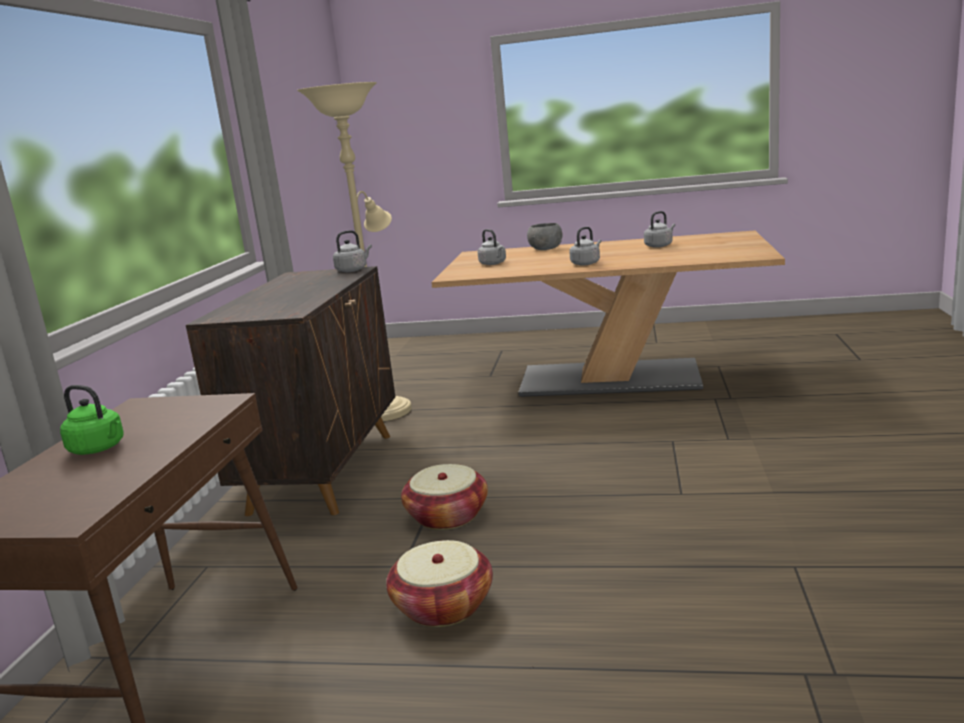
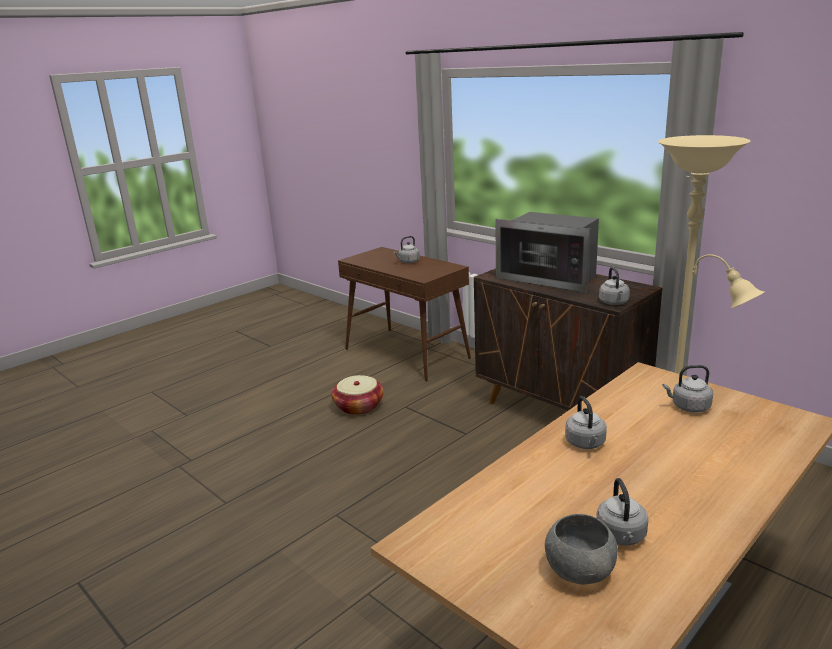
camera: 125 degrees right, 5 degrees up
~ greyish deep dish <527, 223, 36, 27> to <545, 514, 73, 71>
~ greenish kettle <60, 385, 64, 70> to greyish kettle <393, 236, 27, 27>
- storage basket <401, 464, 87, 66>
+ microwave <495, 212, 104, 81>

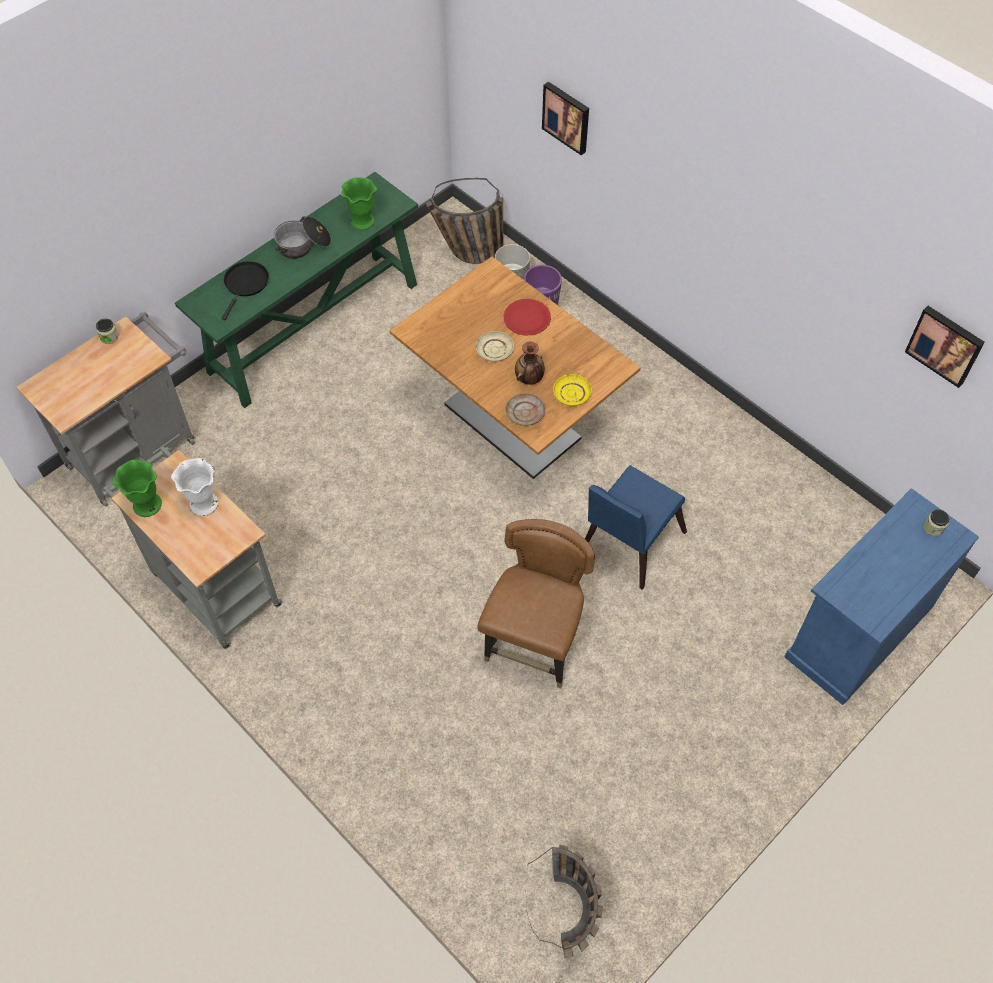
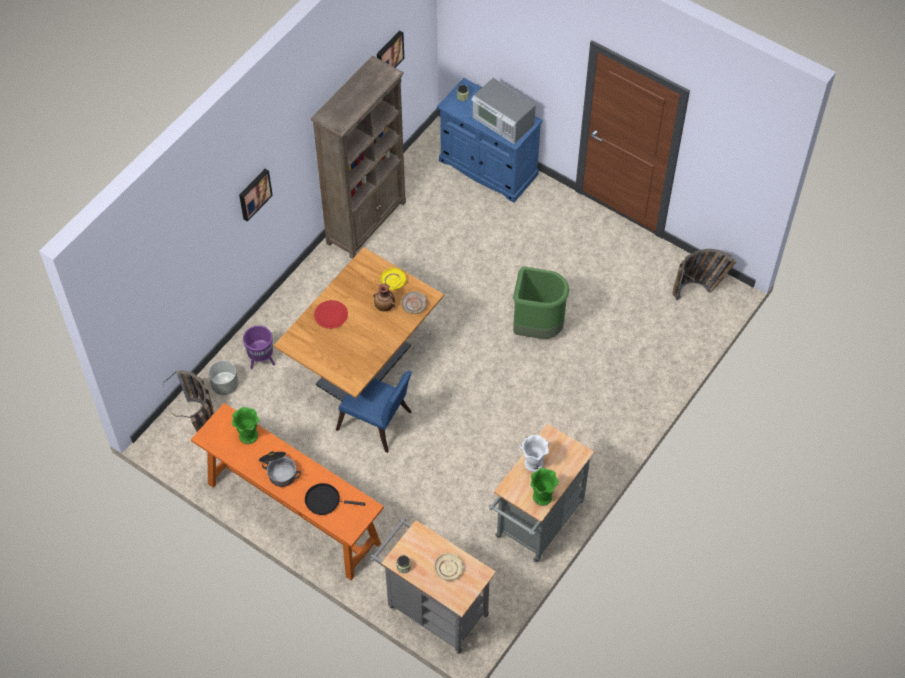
camera: 100 degrees left, 0 degrees up
~ wall picture <542, 82, 47, 73> to <239, 169, 34, 53>
~ greenish hall table <175, 172, 243, 236> to orangey hall table <191, 403, 193, 177>
~ beige plate <476, 331, 38, 31> to <434, 553, 30, 28>
~ blue upright chair <585, 465, 102, 125> to <336, 371, 76, 82>
~ brown upright chair <478, 519, 117, 169> to greenish trash can <513, 267, 56, 72>
+ brown shelving unit <311, 56, 95, 203>
+ microwave <472, 78, 64, 66>

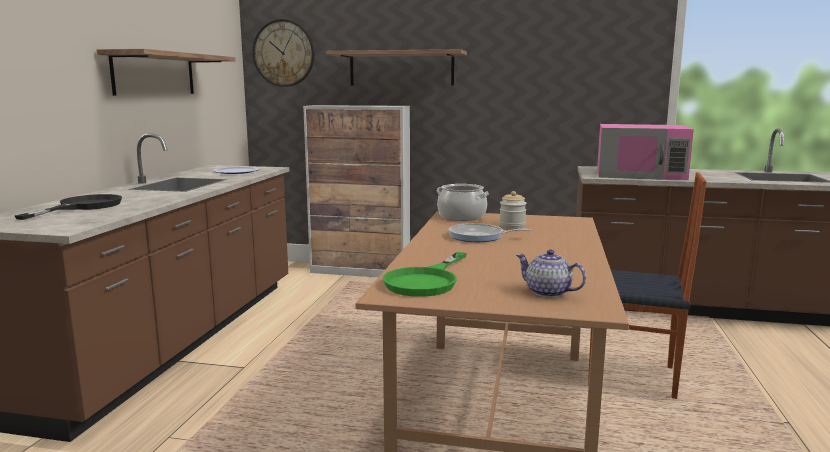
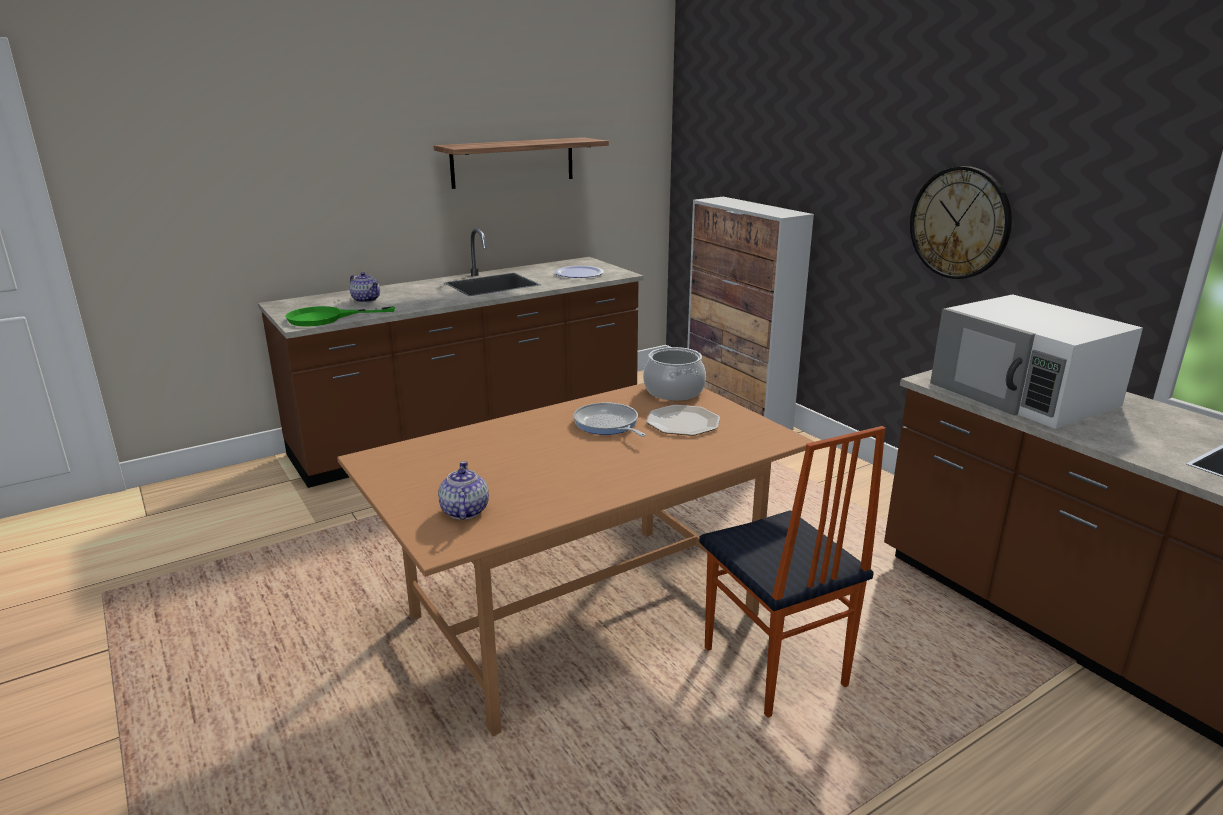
camera: 45 degrees right, 10 degrees up
~ wall clock <252, 19, 63, 68> to <910, 166, 102, 113>
- wall shelf <326, 49, 141, 37>
~ pinkish microwave <597, 124, 97, 56> to white-coloured microwave <930, 294, 213, 135>
~ storage jar <499, 191, 28, 38> to plate <646, 405, 74, 31>
~ black-coloured frying pan <15, 194, 107, 26> to pot for tea <350, 272, 30, 31>
~ greenish frying pan <383, 252, 84, 45> to <286, 306, 109, 21>

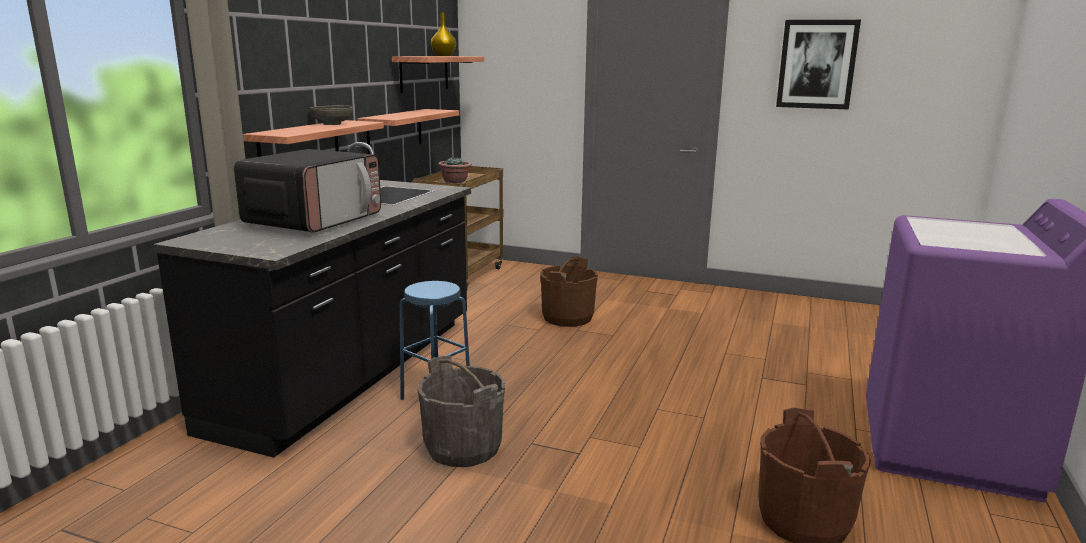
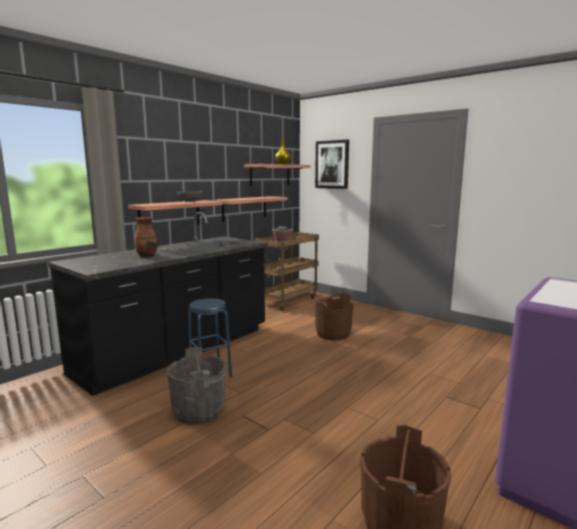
camera: 20 degrees right, 5 degrees down
~ wall picture <776, 20, 85, 90> to <315, 140, 34, 49>
~ microwave <234, 149, 147, 83> to flower vase <135, 217, 23, 40>

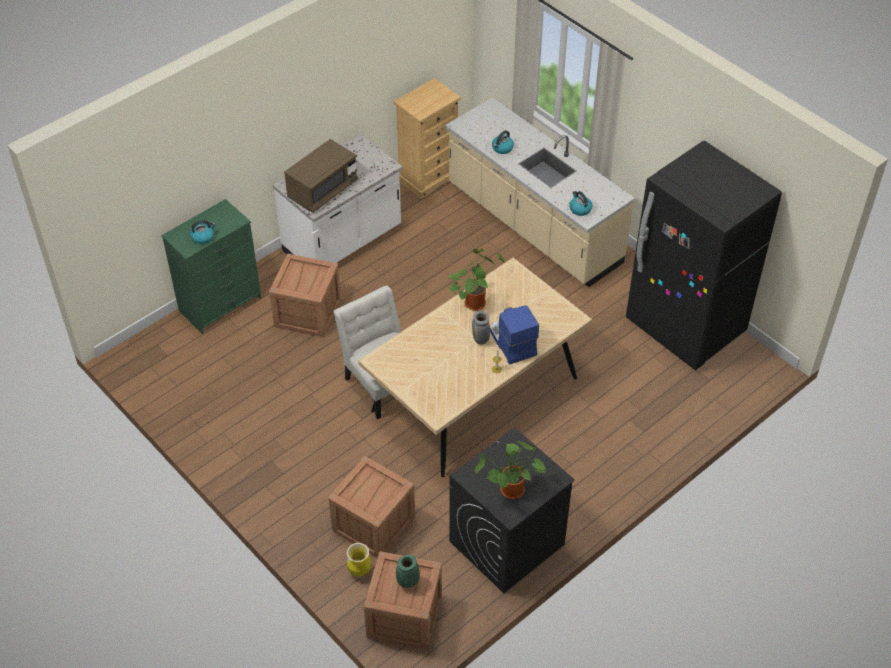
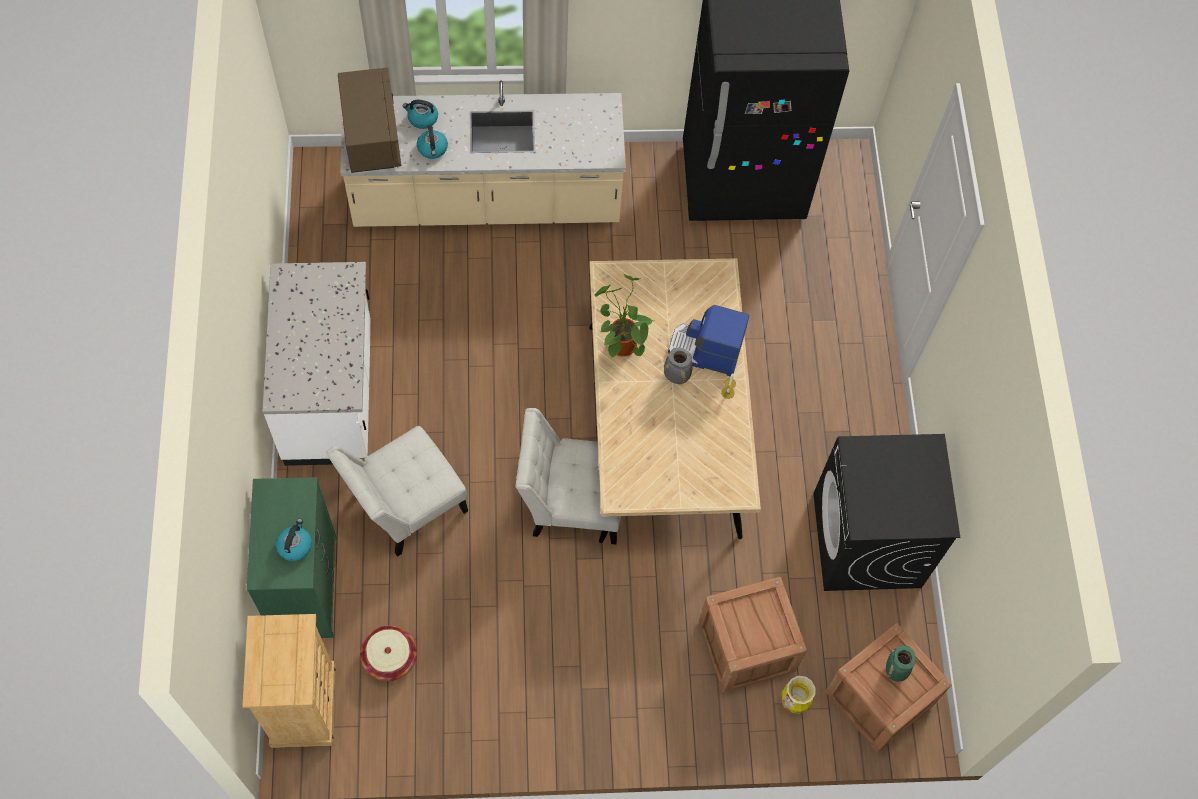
camera: 55 degrees left, 15 degrees up
~ beige drawer chest <393, 78, 68, 121> to <242, 614, 94, 134>
~ brown microwave <284, 139, 74, 74> to <338, 67, 63, 106>
~ kettle <569, 191, 23, 25> to <403, 100, 35, 29>
~ packing crate <269, 254, 72, 83> to white-coloured upright chair <326, 426, 142, 131>
- plant in a pot <475, 441, 70, 58>
+ storage basket <360, 626, 57, 55>

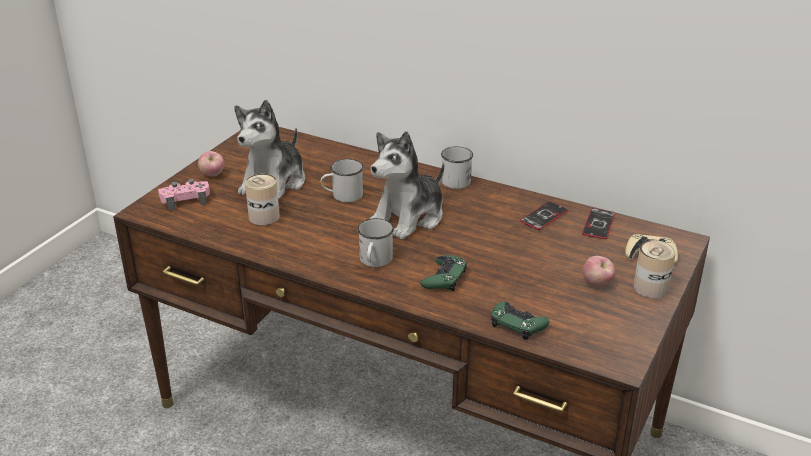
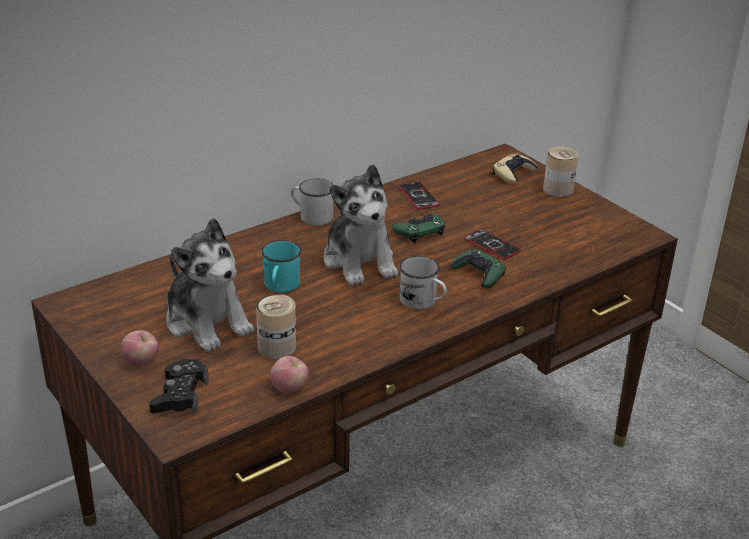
camera: 65 degrees left, 0 degrees up
~ white-coloured coffee mug <321, 159, 43, 43> to turquoise-coloured coffee mug <262, 240, 39, 53>
~ pinkish gamepad <158, 179, 52, 31> to black-coloured gamepad <149, 359, 60, 55>
~ telephone <582, 208, 33, 31> to <464, 229, 57, 31>
~ apple fruit <583, 256, 32, 30> to <270, 356, 39, 37>
~ greenish gamepad <491, 302, 59, 38> to <392, 214, 53, 29>

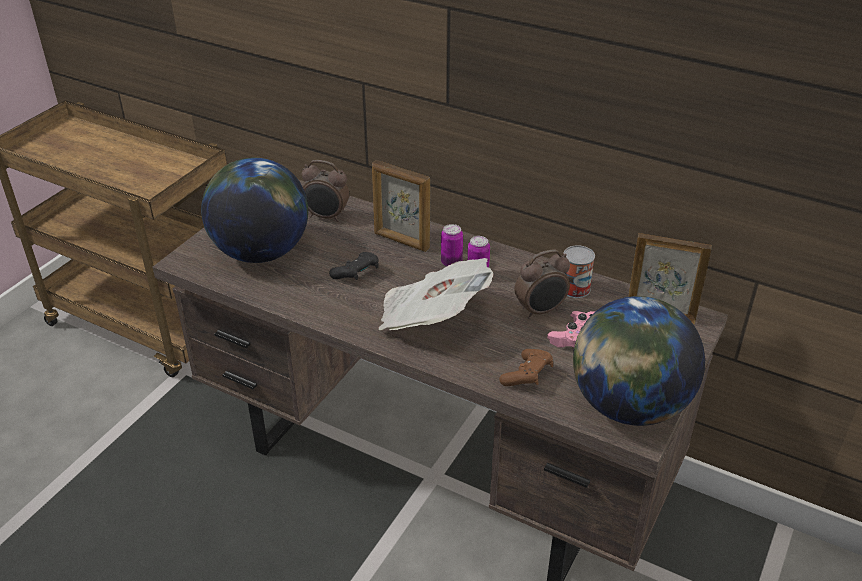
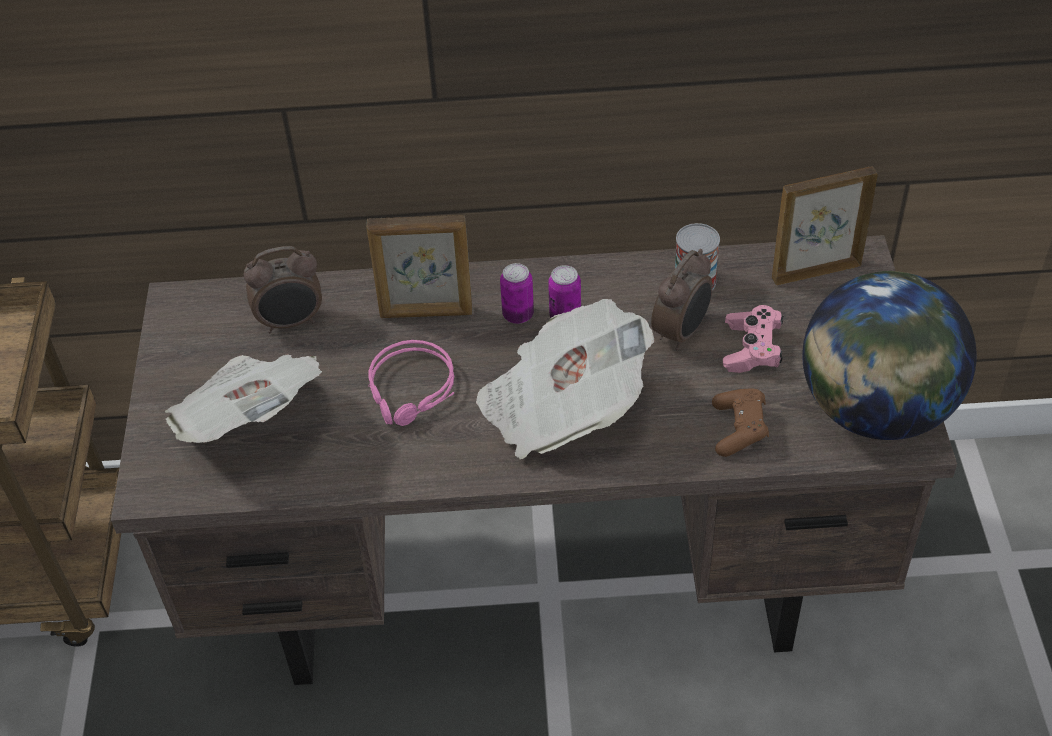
camera: 30 degrees left, 10 degrees up
~ globe <201, 158, 107, 105> to daily paper <165, 354, 157, 89>
~ black-coloured gamepad <329, 252, 50, 28> to pinkish headset <369, 340, 85, 86>

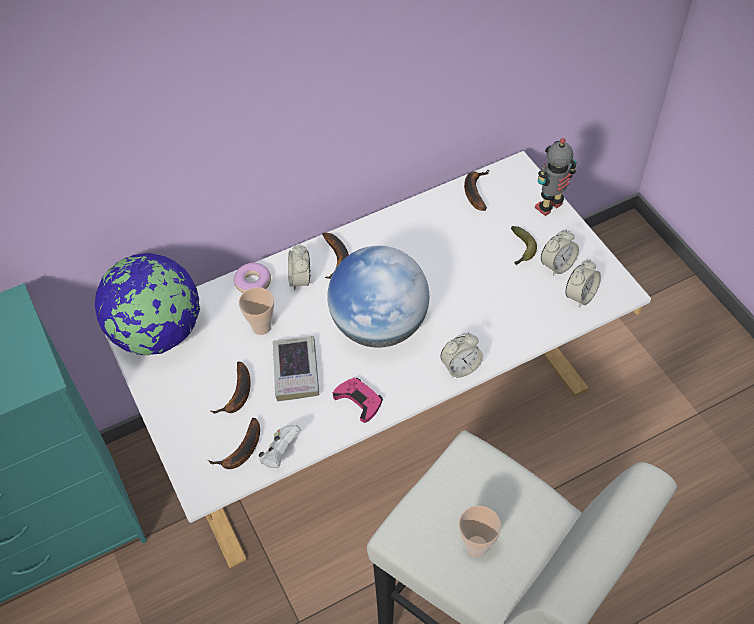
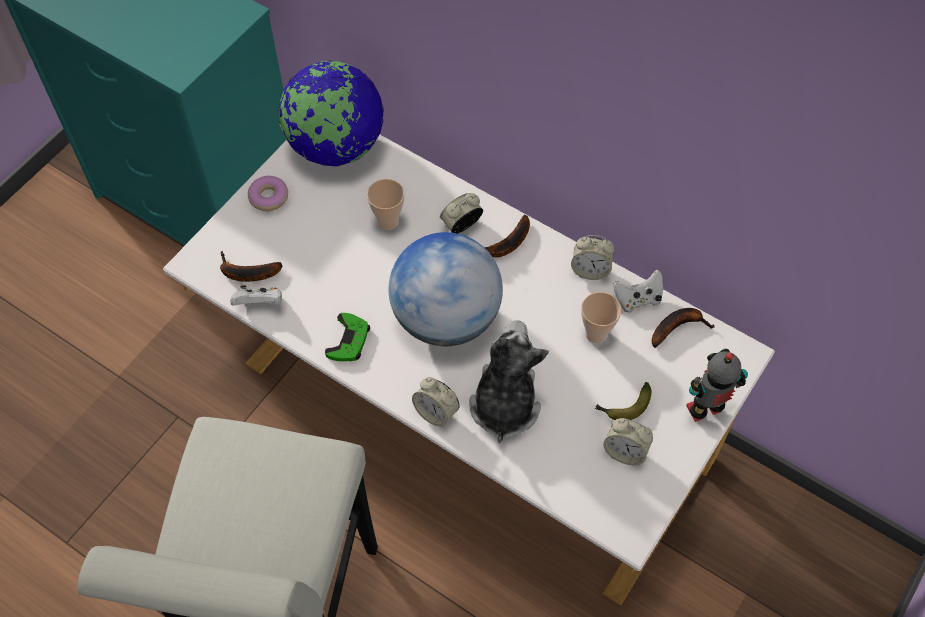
camera: 60 degrees right, 5 degrees up
~ robot figure <535, 138, 41, 78> = <686, 349, 62, 73> 45 degrees counterclockwise
~ table clock <565, 260, 36, 48> to <571, 235, 44, 45>
~ donut <234, 263, 37, 30> to <248, 176, 40, 35>
- book <273, 336, 46, 65>
- banana fruit <211, 362, 39, 52>
~ pinkish gamepad <333, 378, 50, 45> to greenish gamepad <325, 313, 45, 48>
~ drinking cup <459, 506, 42, 51> to <581, 292, 40, 51>
+ white-coloured gamepad <613, 270, 50, 43>
+ plush toy <469, 320, 80, 123>

